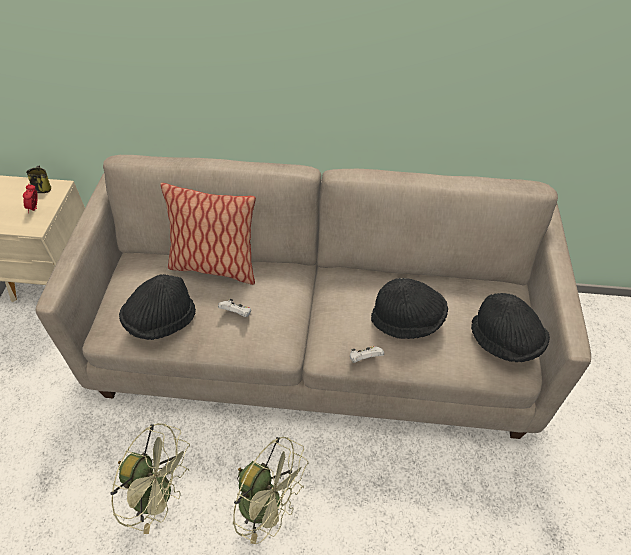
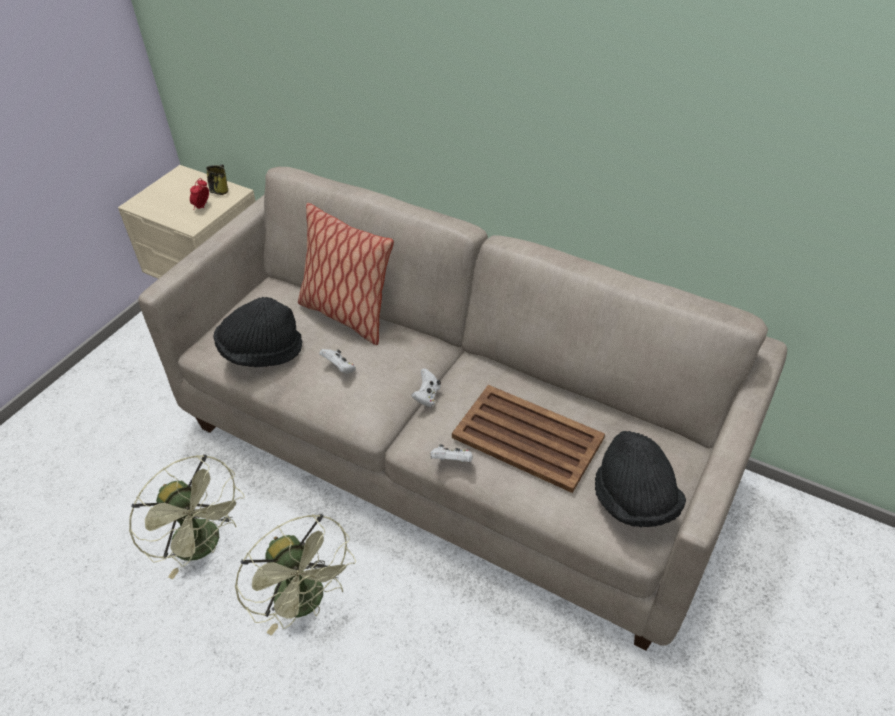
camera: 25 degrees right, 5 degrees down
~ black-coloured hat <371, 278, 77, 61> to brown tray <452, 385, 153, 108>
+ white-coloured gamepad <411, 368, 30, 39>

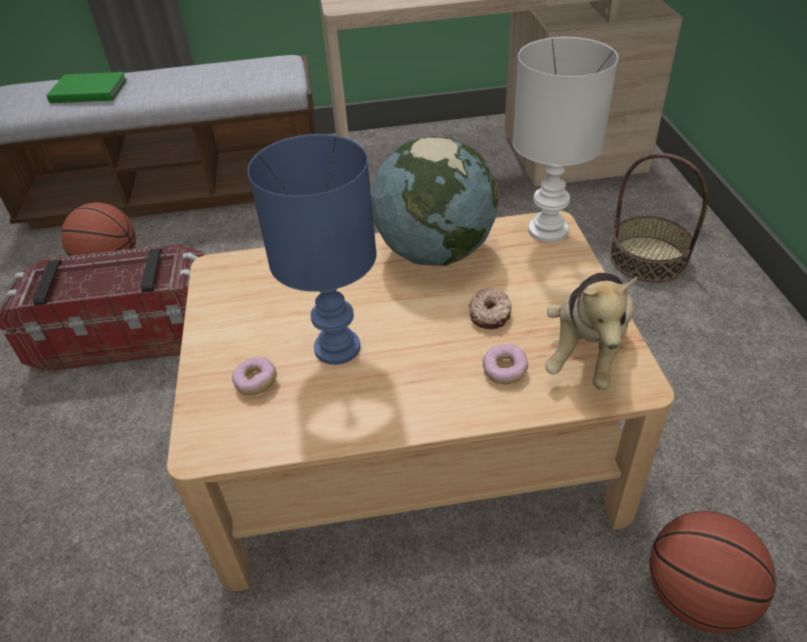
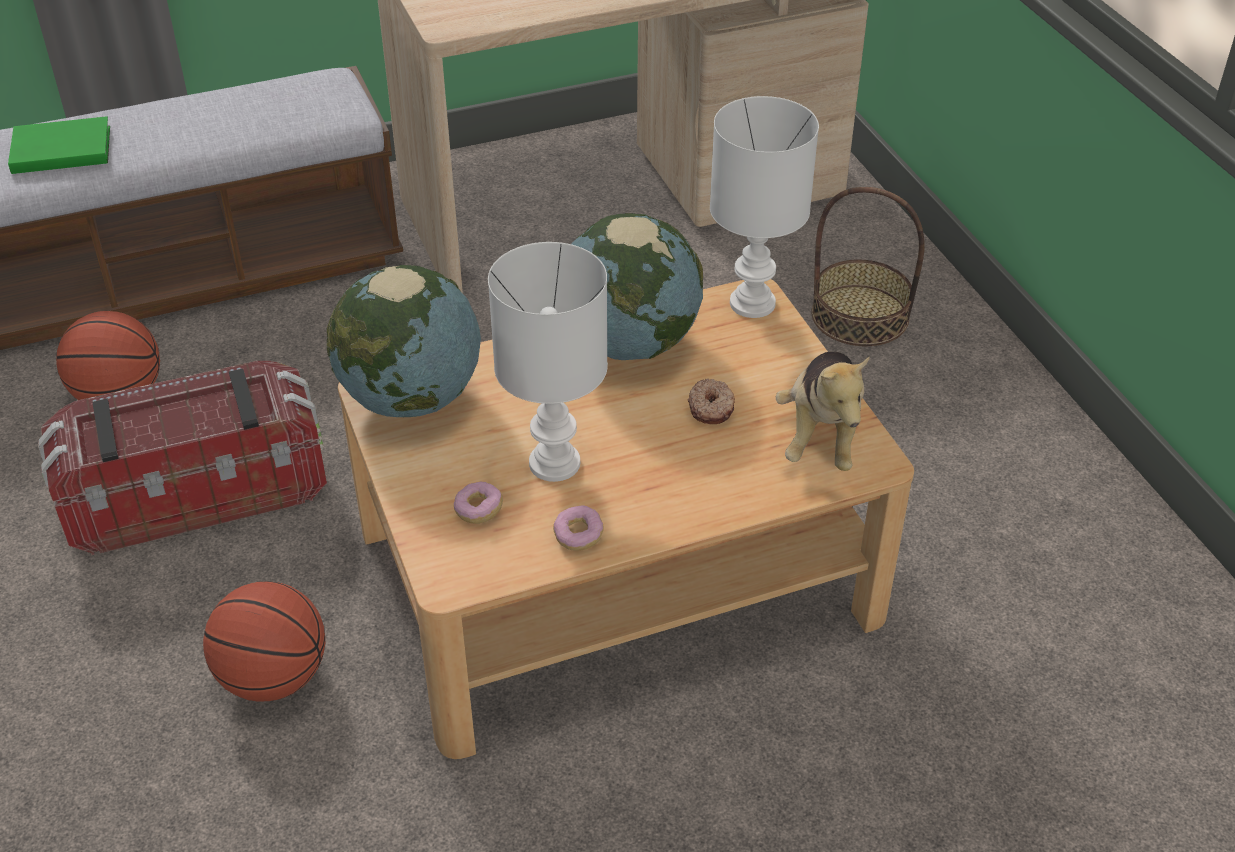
camera: 15 degrees left, 0 degrees up
~ blue tabletop lamp <248, 134, 129, 231> to white-coloured tabletop lamp <488, 242, 120, 240>
~ donut <483, 344, 45, 40> to <553, 505, 50, 46>
~ ball for basketball <650, 511, 126, 123> to <203, 581, 122, 121>
+ globe <326, 265, 155, 152>

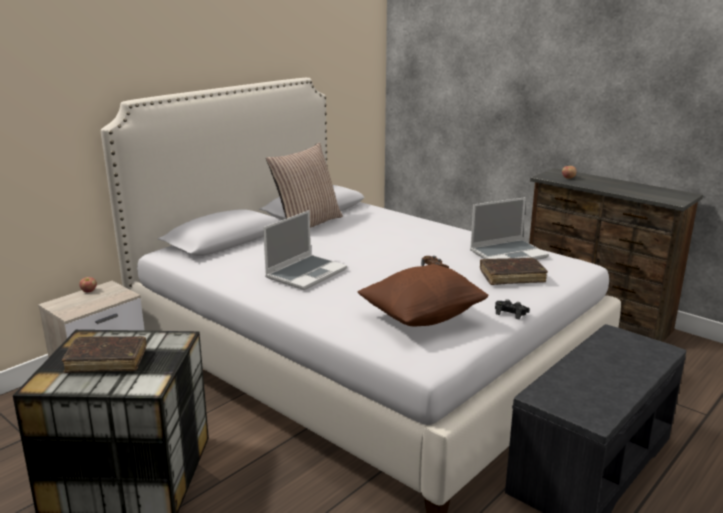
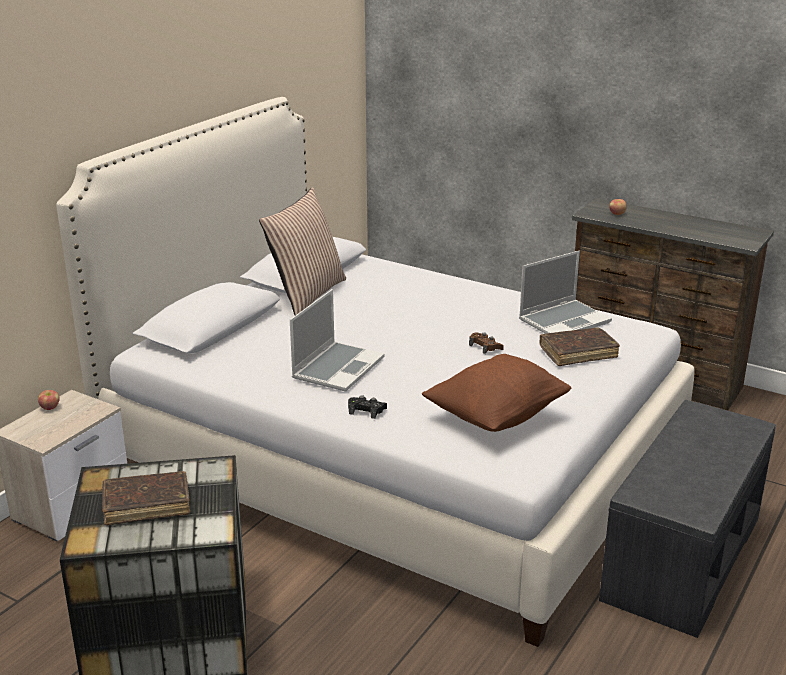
camera: 10 degrees left, 5 degrees up
~ black-coloured gamepad <495, 299, 35, 21> to <348, 395, 39, 24>

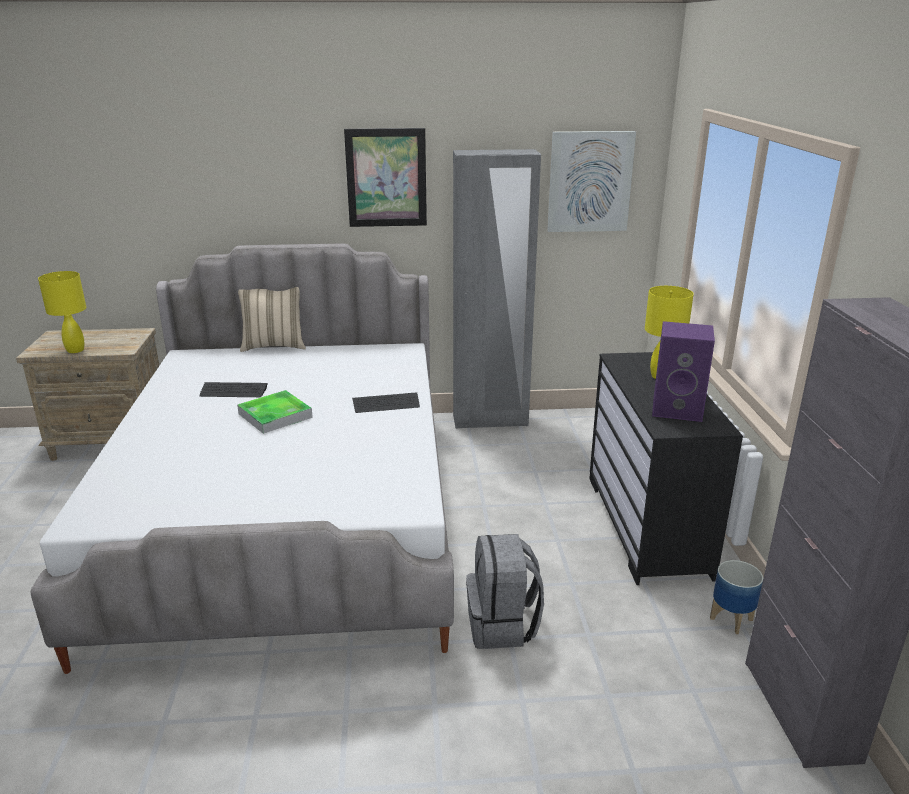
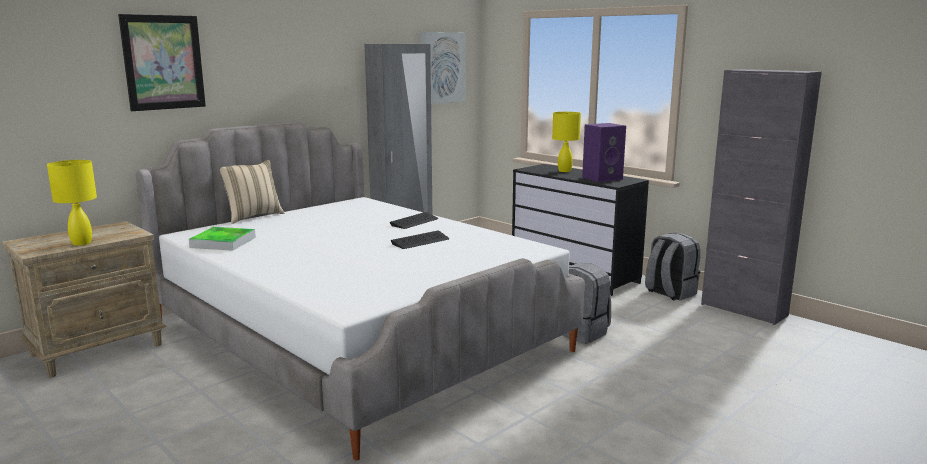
camera: 40 degrees left, 10 degrees down
~ wall picture <344, 128, 83, 99> to <118, 14, 88, 97>
~ keyboard <199, 382, 69, 15> to <391, 230, 58, 19>
~ tray <237, 390, 76, 44> to <189, 227, 67, 24>
~ flower pot <710, 560, 53, 74> to greyish backpack <645, 233, 56, 68>

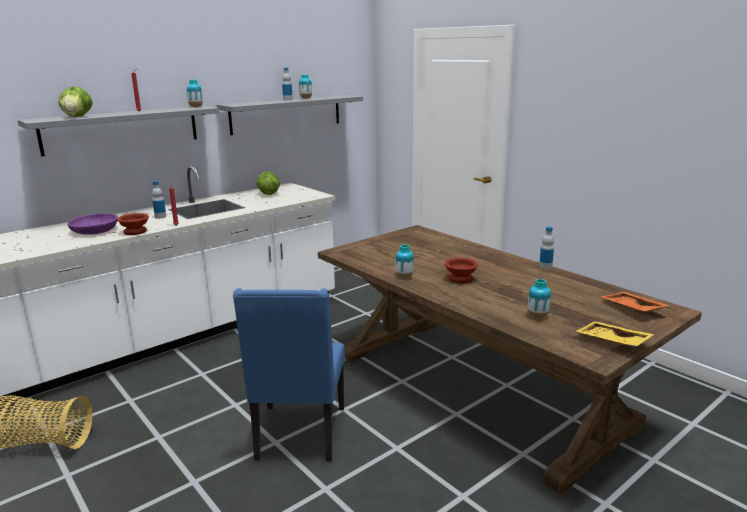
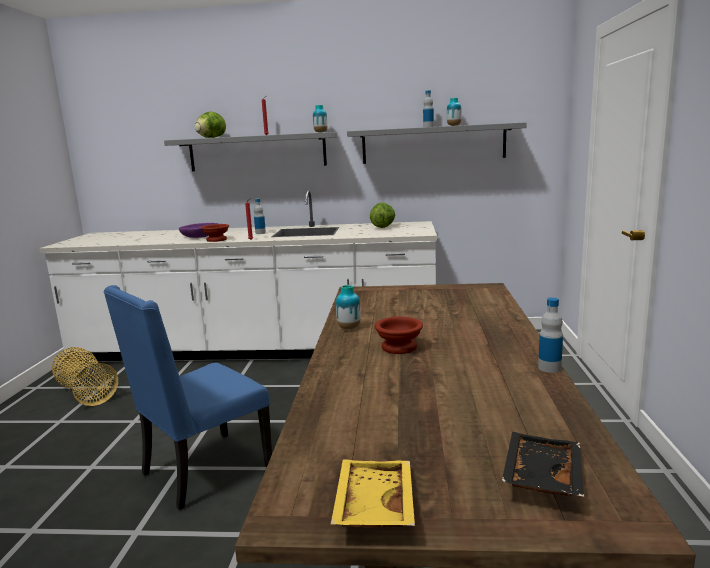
camera: 45 degrees right, 5 degrees down
- flower vase <528, 279, 23, 39>
~ orangey tray <600, 292, 69, 20> to black-coloured tray <502, 432, 82, 65>

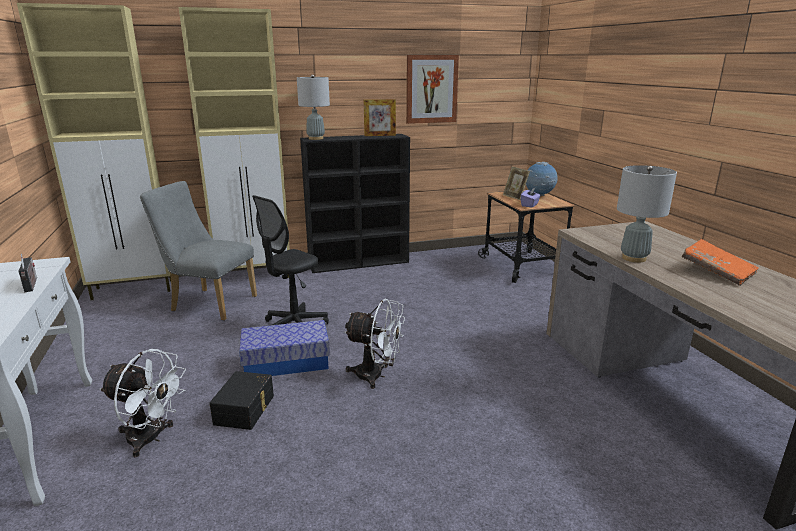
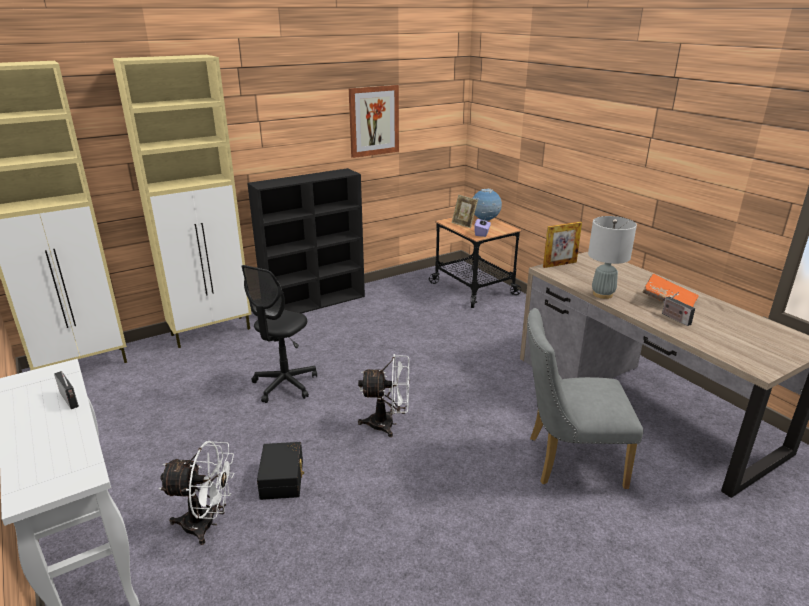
camera: 15 degrees left, 5 degrees up
- greyish tabletop lamp <297, 75, 33, 65>
~ picture frame <364, 99, 32, 37> to <543, 222, 39, 46>
~ greyish upright chair <140, 181, 117, 140> to <527, 308, 117, 181>
- storage bin <239, 320, 91, 56>
+ radio set <662, 292, 33, 34>

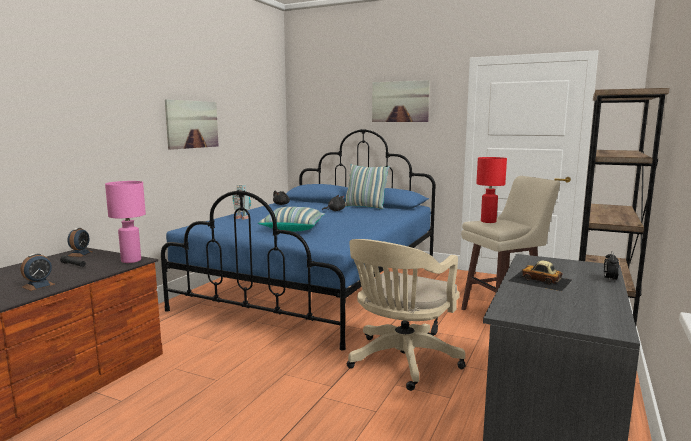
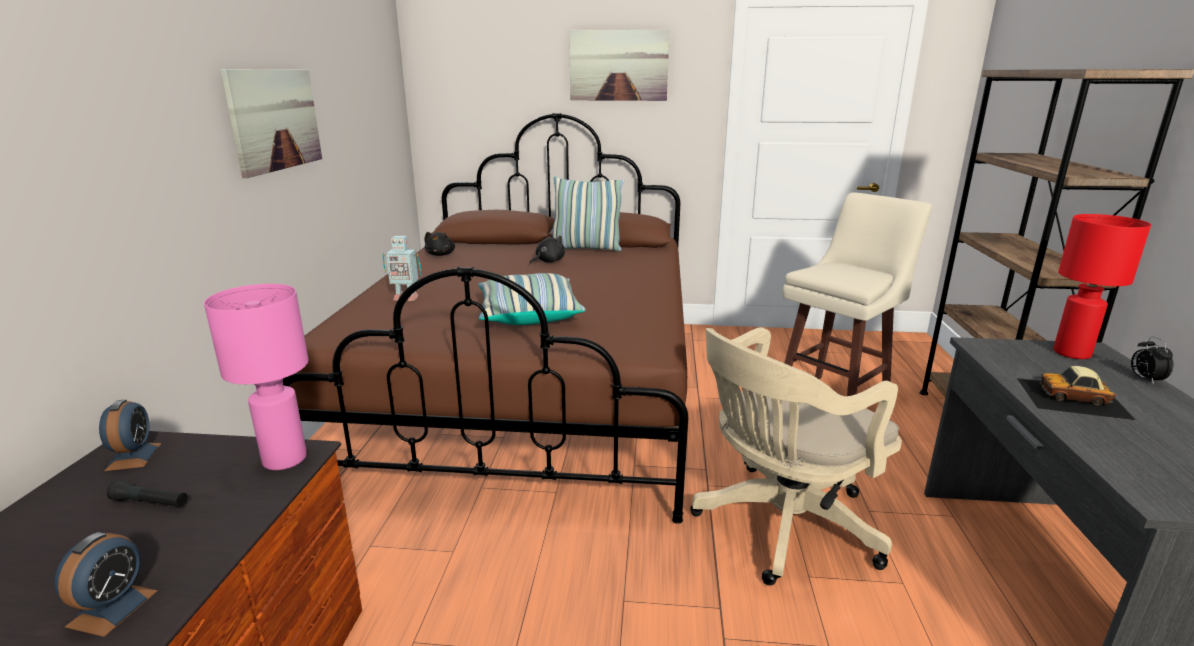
camera: 20 degrees left, 10 degrees up
~ blue sleeping bed <161, 129, 275, 221> to brown sleeping bed <283, 113, 405, 411>
~ red tabletop lamp <476, 157, 31, 66> to <1053, 214, 98, 145>
~ beige office chair <347, 239, 119, 152> = <690, 327, 212, 258> 45 degrees clockwise

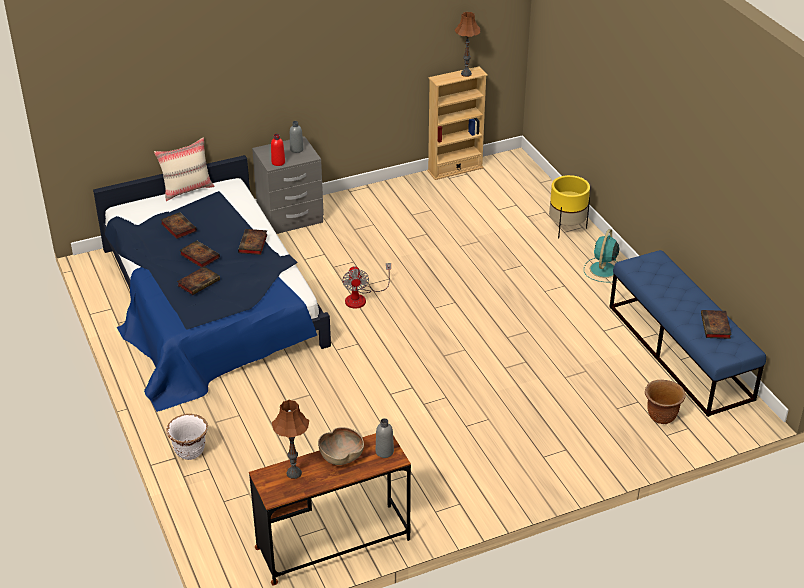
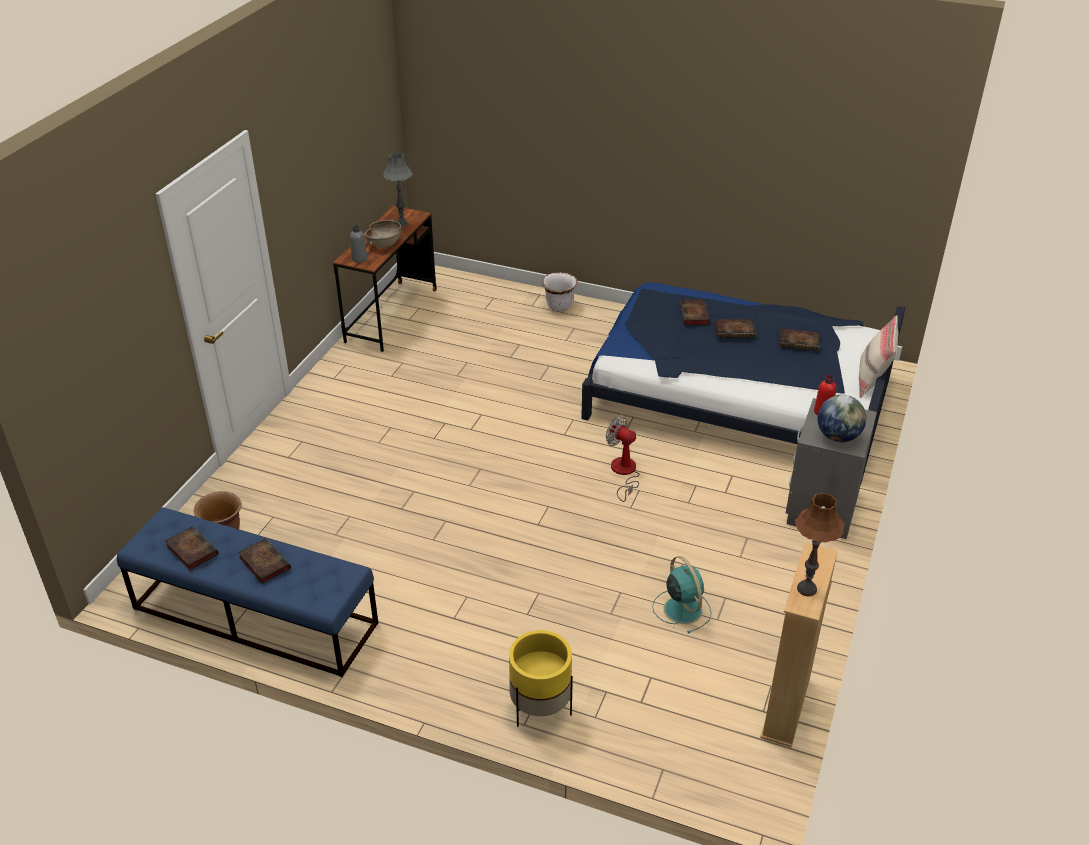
camera: 135 degrees right, 0 degrees up
~ greyish beverage bottle <290, 121, 14, 32> to globe <818, 395, 48, 47>
~ book <238, 229, 29, 26> to <238, 538, 53, 46>
~ turquoise-coloured electric fan <584, 229, 35, 53> to <652, 556, 60, 78>
~ brown tabletop lamp <272, 400, 37, 79> to greyish tabletop lamp <383, 153, 30, 74>

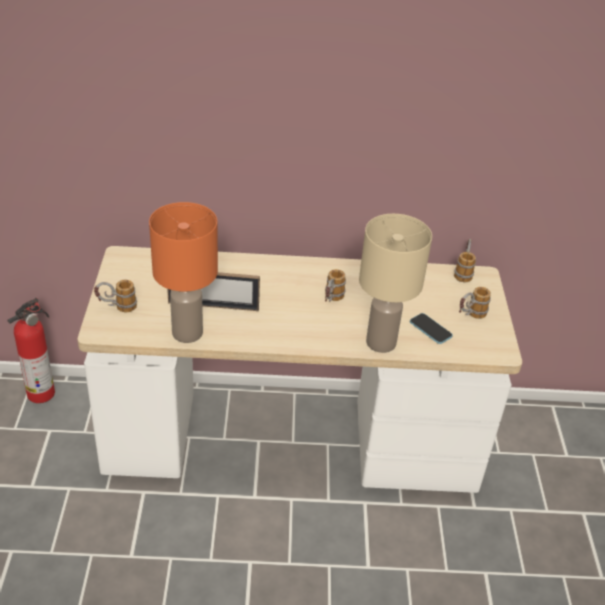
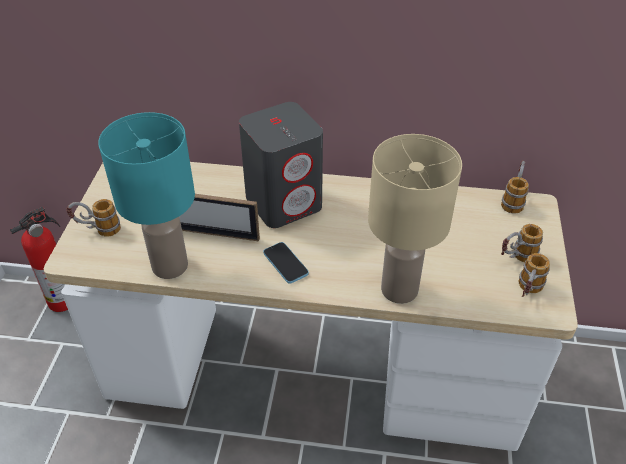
camera: 10 degrees right, 5 degrees up
~ orangey tabletop lamp <149, 202, 69, 141> to turquoise-coloured tabletop lamp <98, 112, 97, 167>
~ coffee mug <325, 269, 21, 33> to <518, 253, 32, 44>
~ telephone <410, 313, 43, 31> to <263, 242, 46, 42>
+ greyish speaker <239, 102, 84, 126>

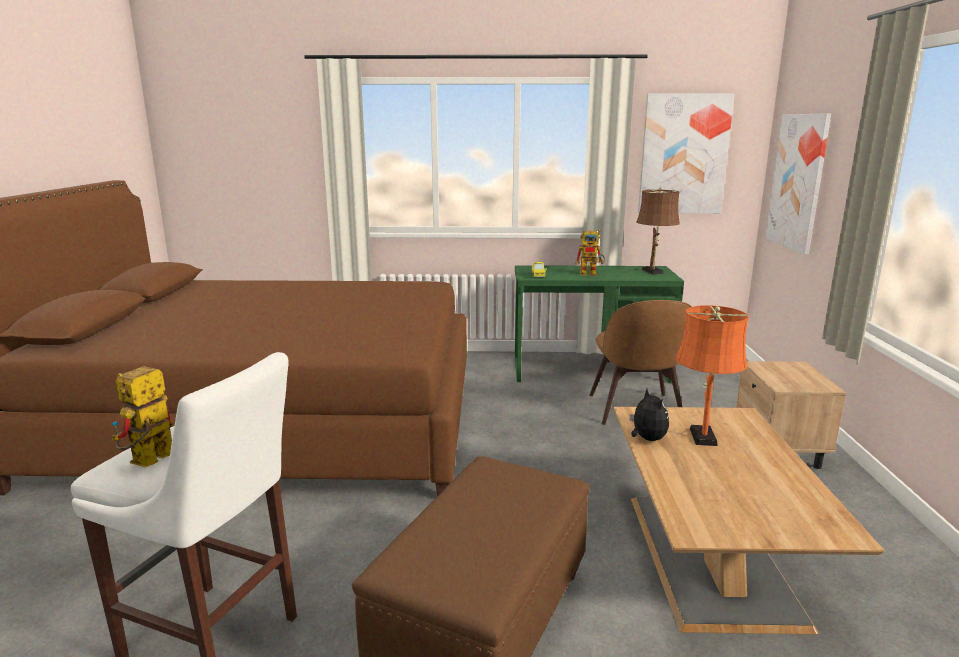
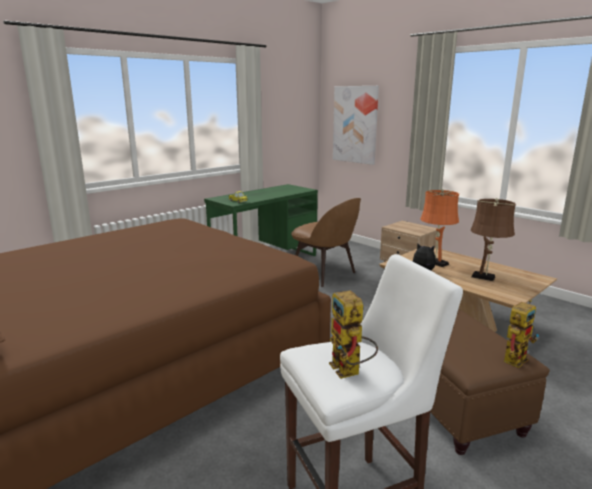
camera: 45 degrees left, 0 degrees up
- wall picture <638, 94, 97, 120>
~ brown tabletop lamp <637, 187, 43, 87> to <471, 198, 45, 83>
~ robot figure <575, 229, 30, 47> to <504, 300, 35, 68>

